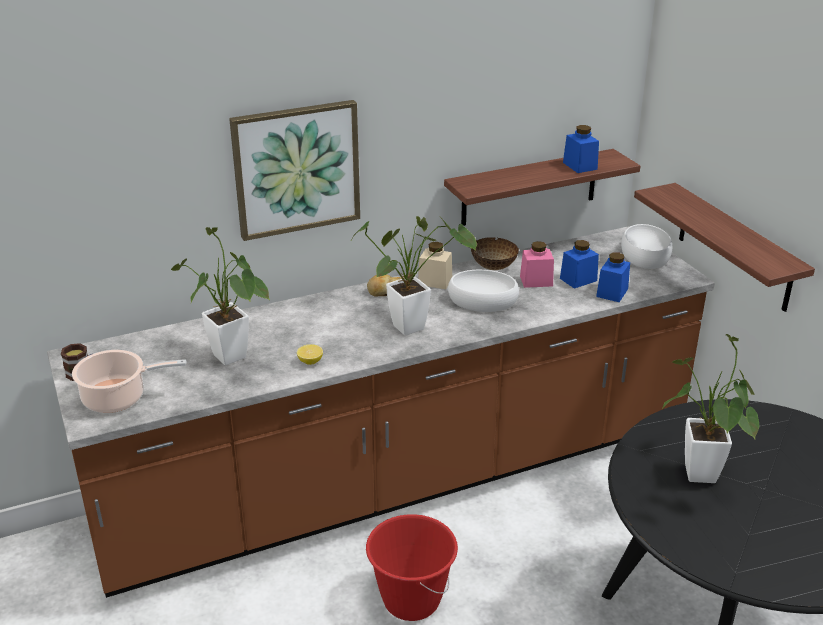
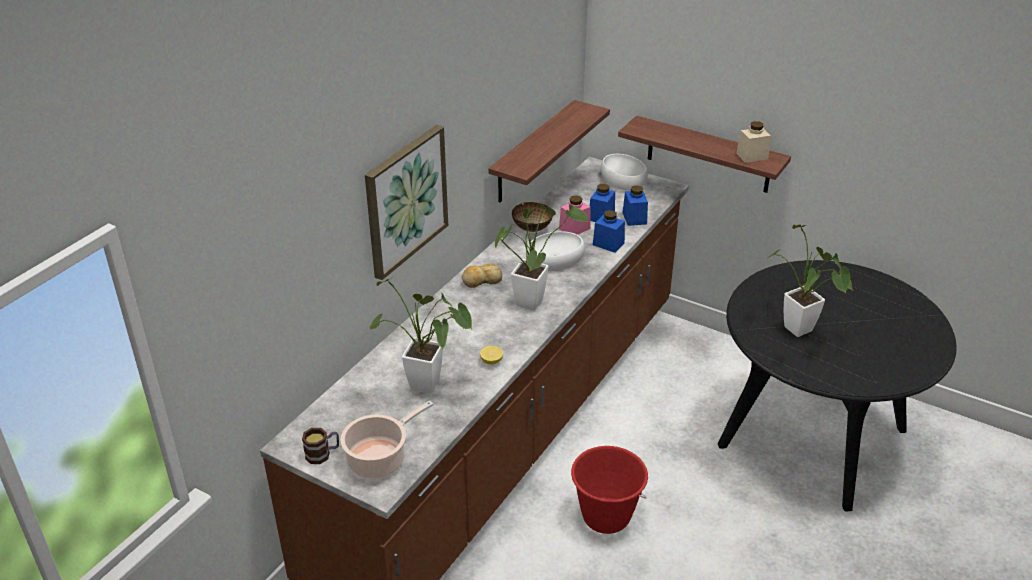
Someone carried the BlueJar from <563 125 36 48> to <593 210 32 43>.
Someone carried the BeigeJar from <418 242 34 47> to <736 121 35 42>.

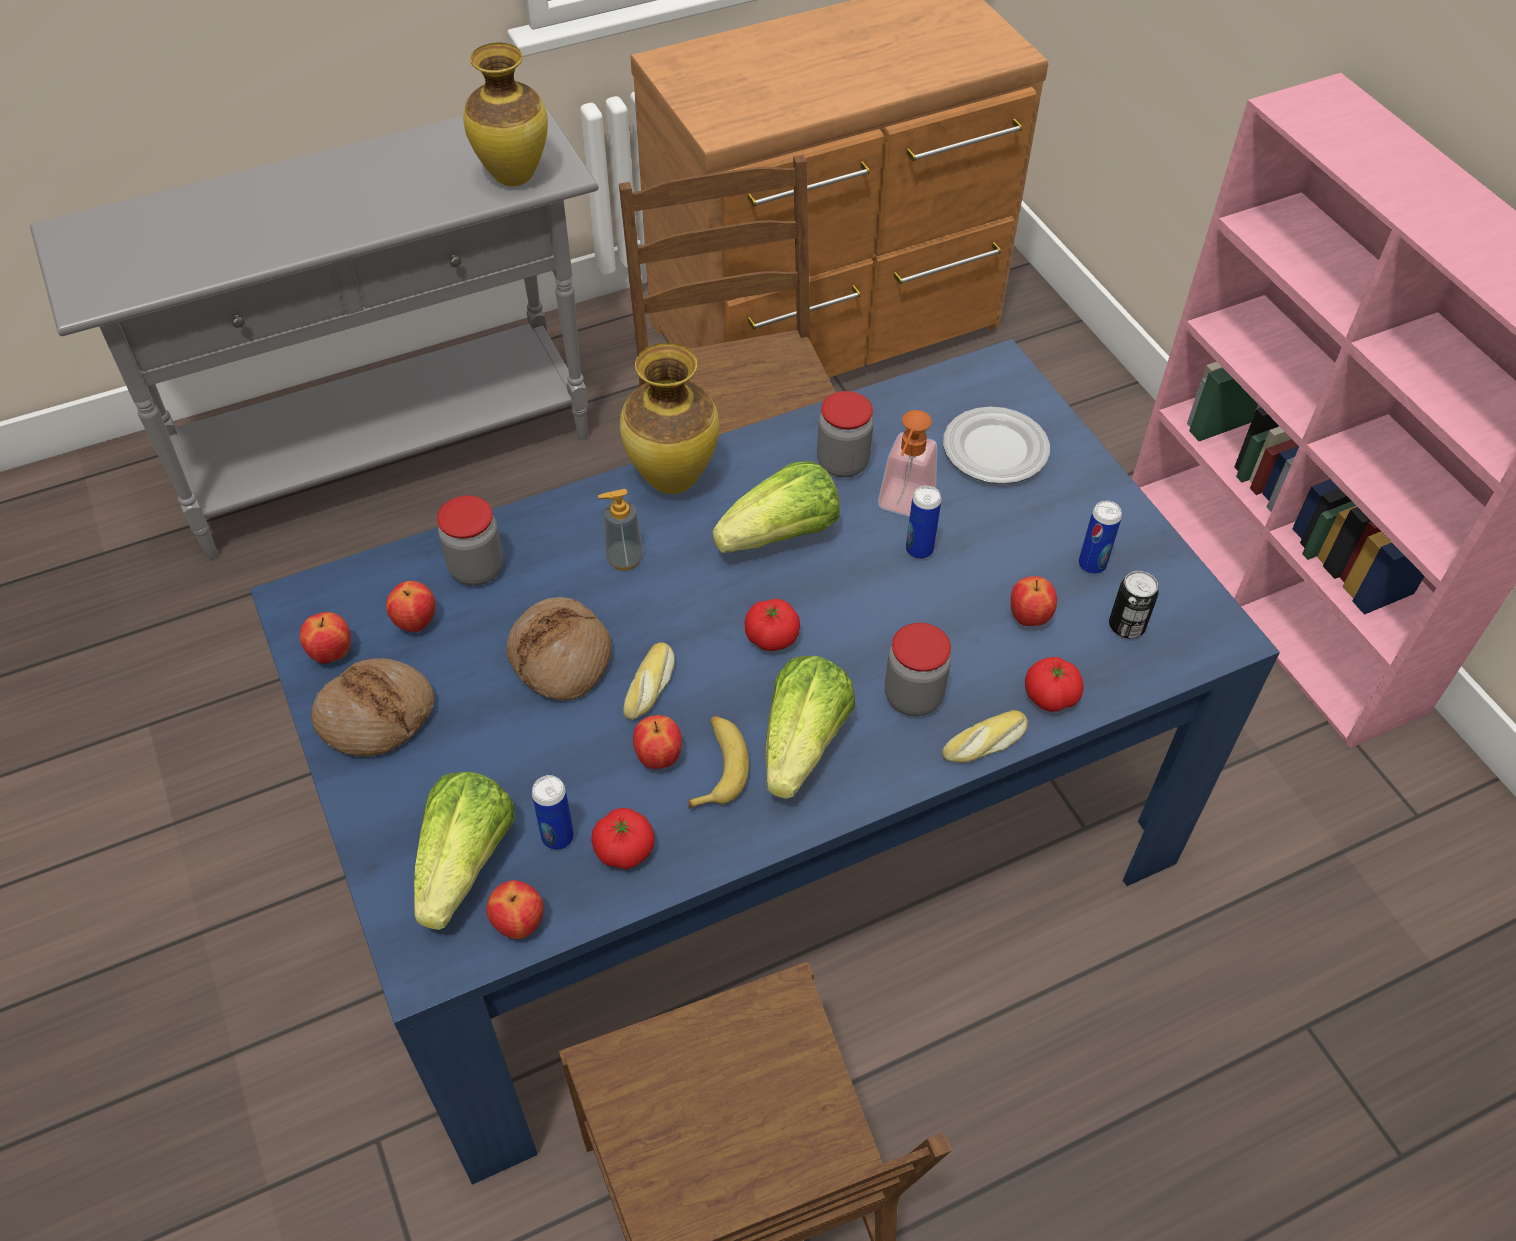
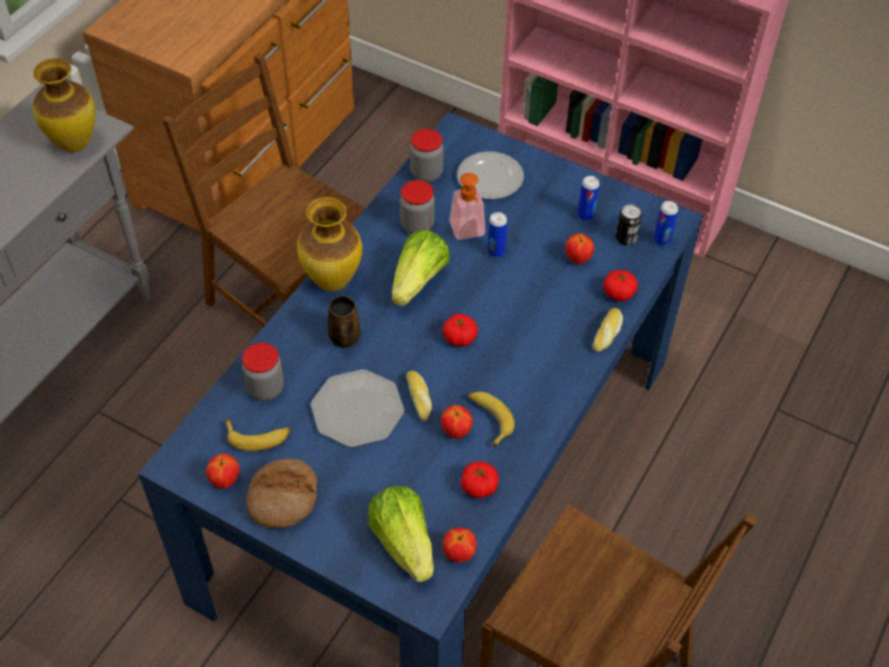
Someone swapped the SoapDispenser at <598 489 45 81> for the BrownMug at <328 295 33 53>.
Someone swapped the Apple at <386 581 50 51> for the Banana at <224 420 67 31>.
Someone swapped the Bread at <506 597 106 103> for the Plate at <311 369 93 78>.
Someone carried the Jar from <885 623 66 93> to <410 129 34 53>.
Someone took away the Lettuce at <765 656 90 143>.
Someone carried the Can from <531 775 43 75> to <654 201 24 45>.

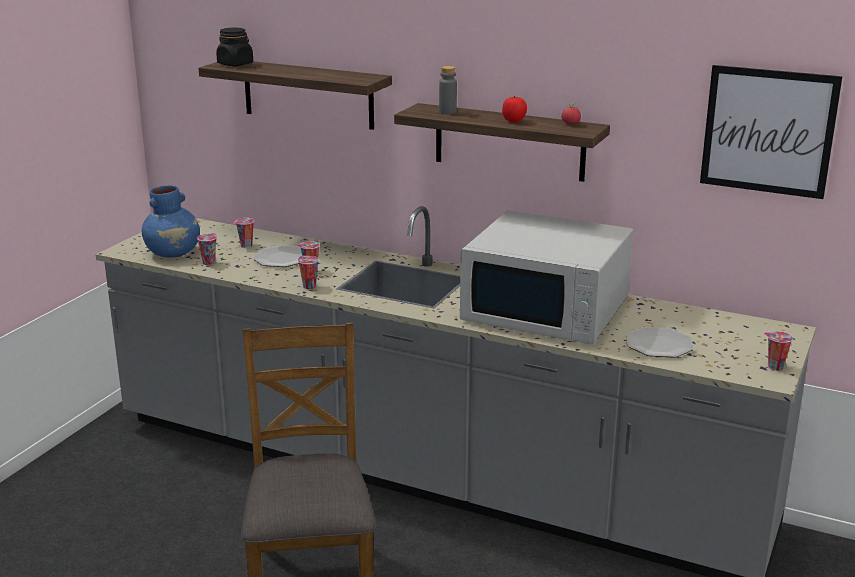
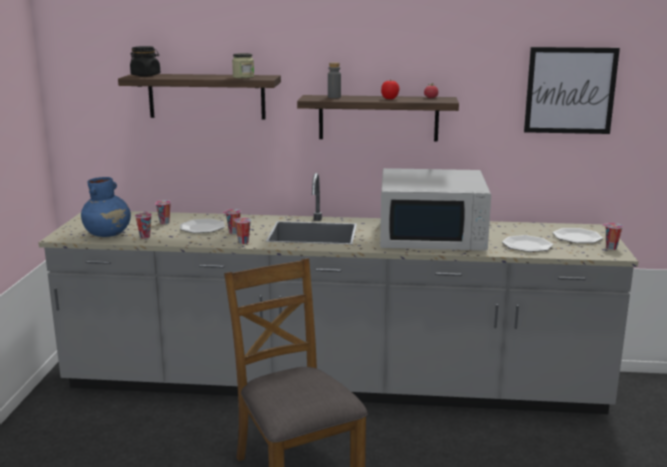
Someone put down the Jar at <232 53 22 26>.
Someone put down the Plate at <553 228 50 15>.

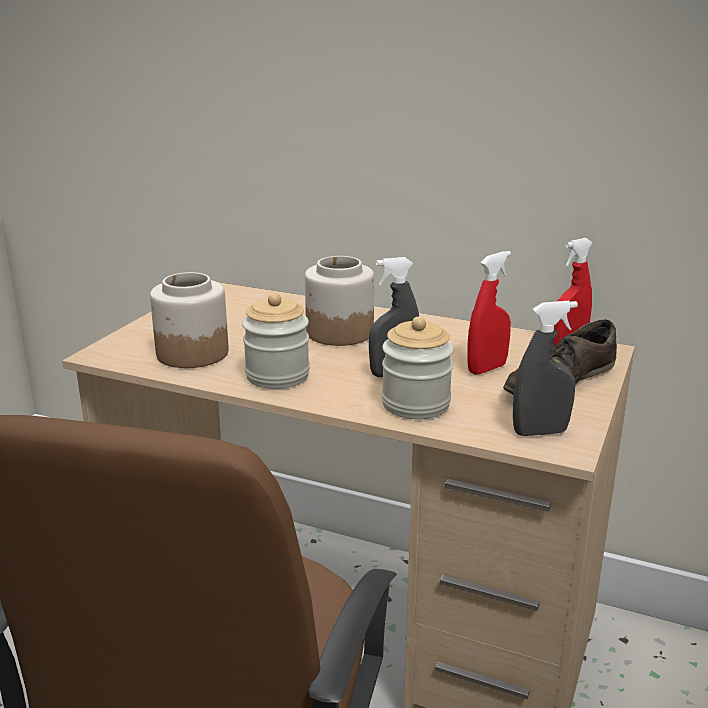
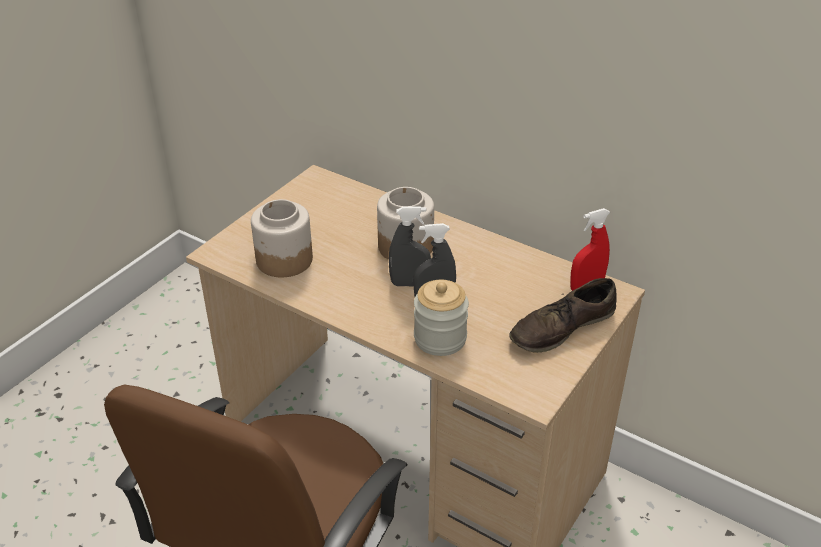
Someone took away the RedSprayBottle at <467 251 44 124>.
Someone took away the Jar at <242 293 68 96>.
Someone carried the GreySprayBottle from <513 301 65 135> to <389 206 42 80>.

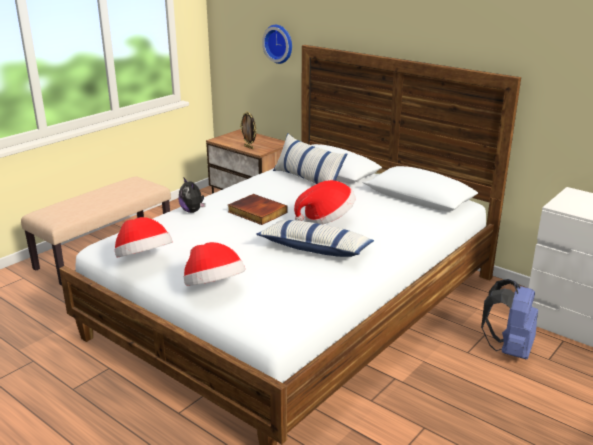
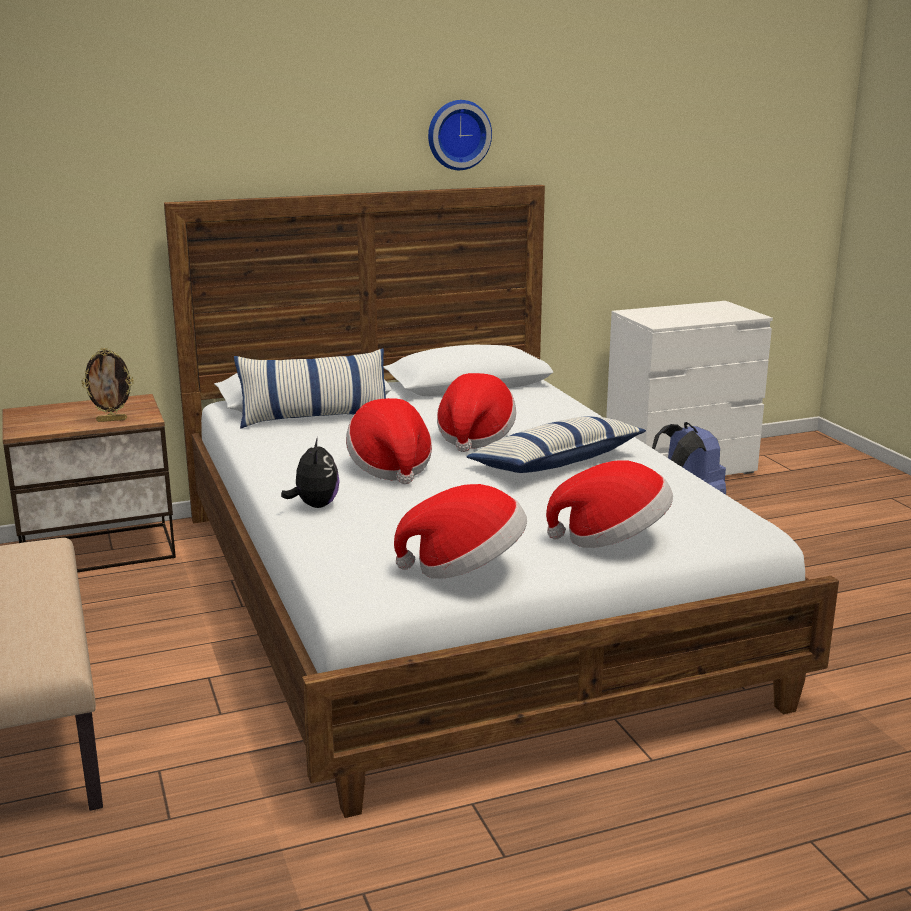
Someone carried the WallClock from <262 25 30 39> to <428 100 64 70>.
Someone rotated the PlushToy at <179 178 26 35> by 90 degrees counterclockwise.
Someone swapped the Book at <228 194 60 31> for the Hat at <346 398 86 86>.

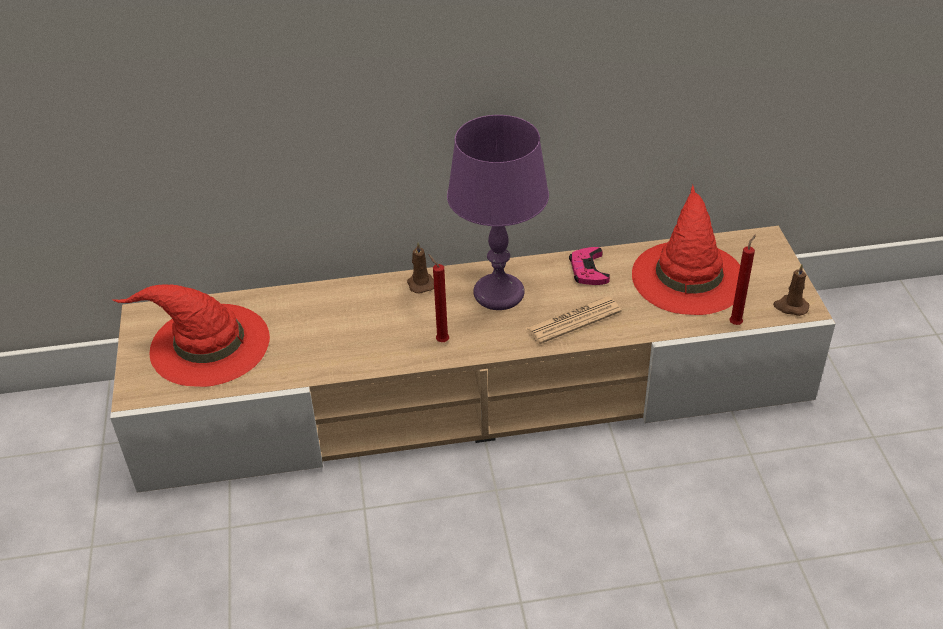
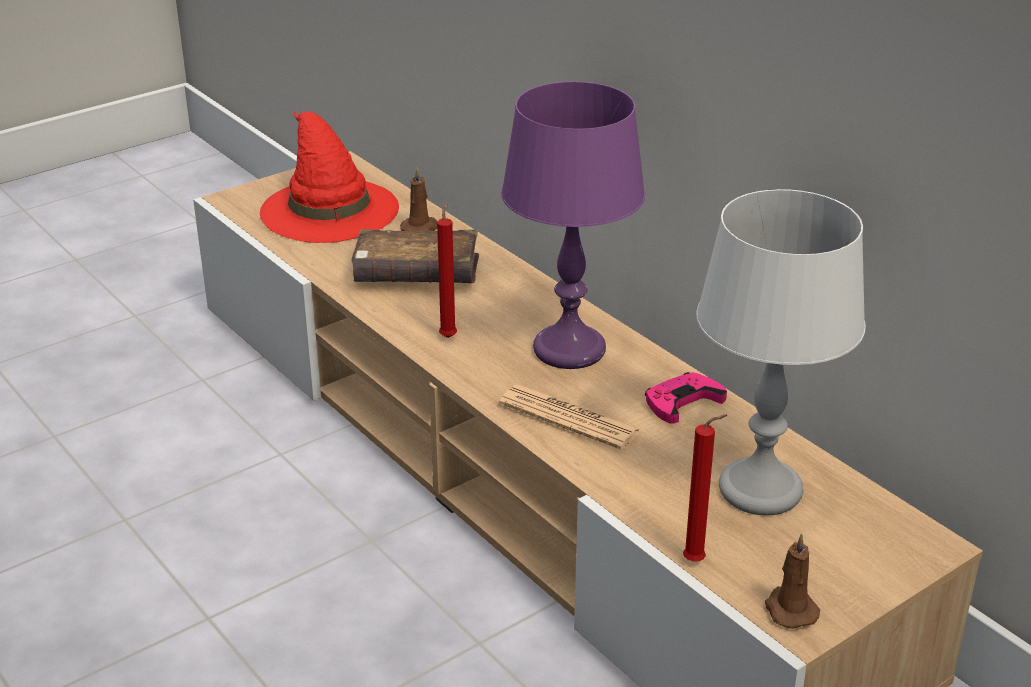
Someone swapped the RedHat at <632 185 108 130> for the GreyTableLamp at <696 189 170 327>.
Someone carried the BrownCandle from <407 242 27 52> to <400 167 37 64>.
Someone put down the BrownBook at <351 229 128 54>.

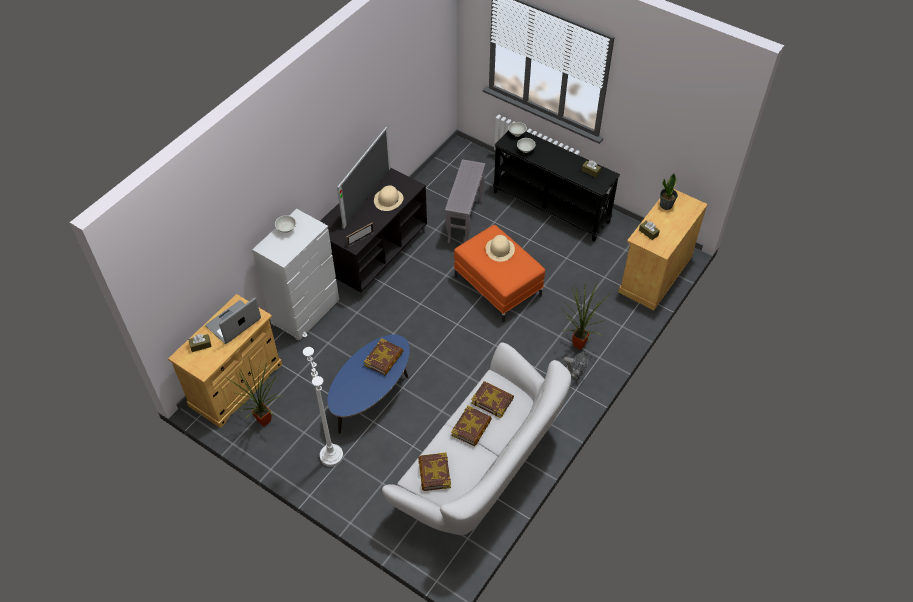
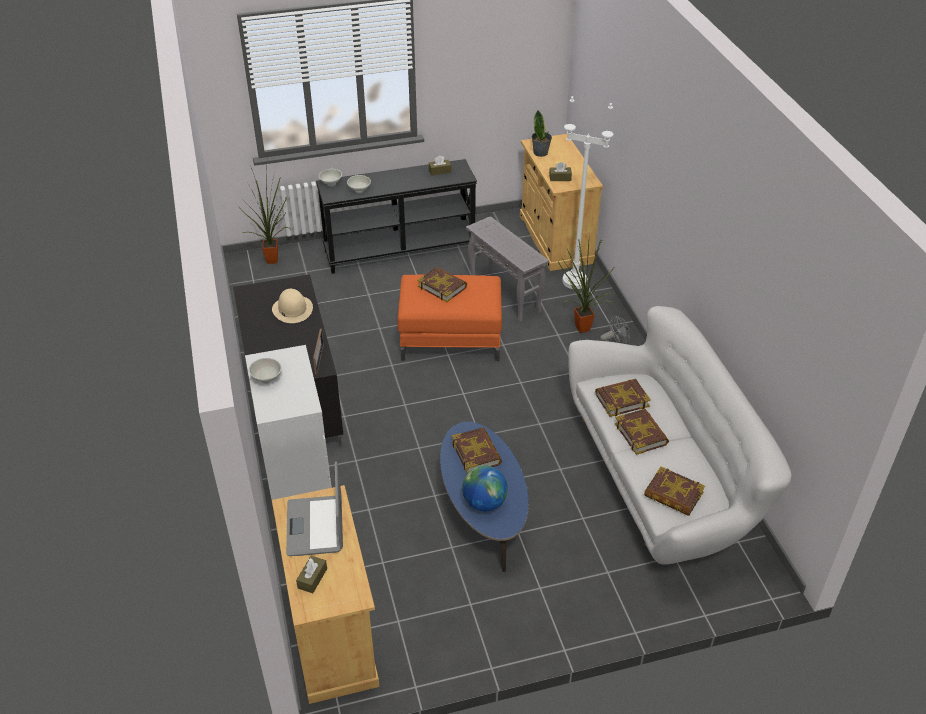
Someone took away the Television at <337 126 53 103>.
Someone carried the GreySideTable from <445 159 40 84> to <466 216 83 106>.
Someone swapped the BeigeHat at <486 235 29 27> for the Book at <417 267 50 35>.
Someone carried the WhiteFloorLamp from <302 332 41 135> to <562 96 52 193>.
Someone carried the PottedPlant from <226 356 54 71> to <238 168 53 96>.
Someone put down the Globe at <462 466 46 45>.

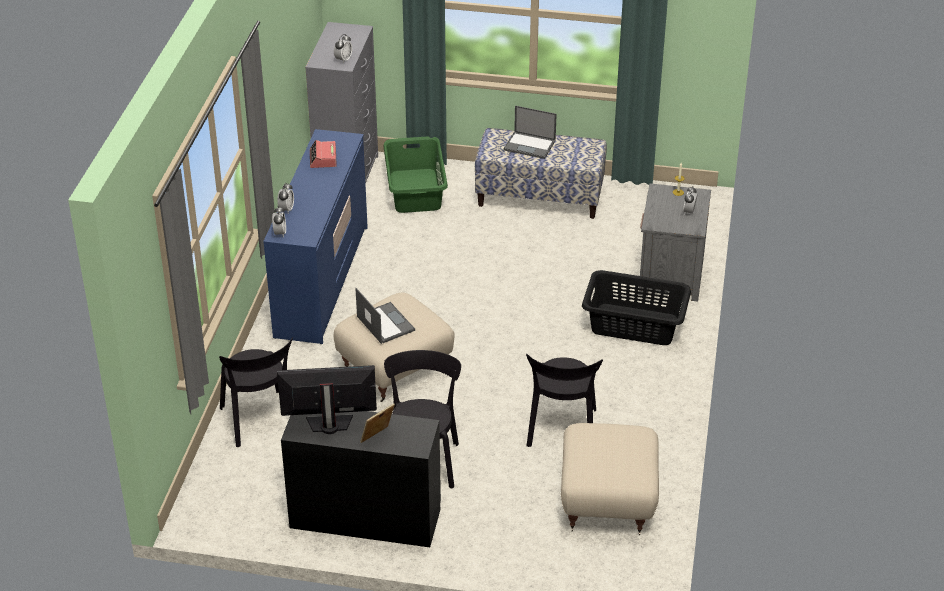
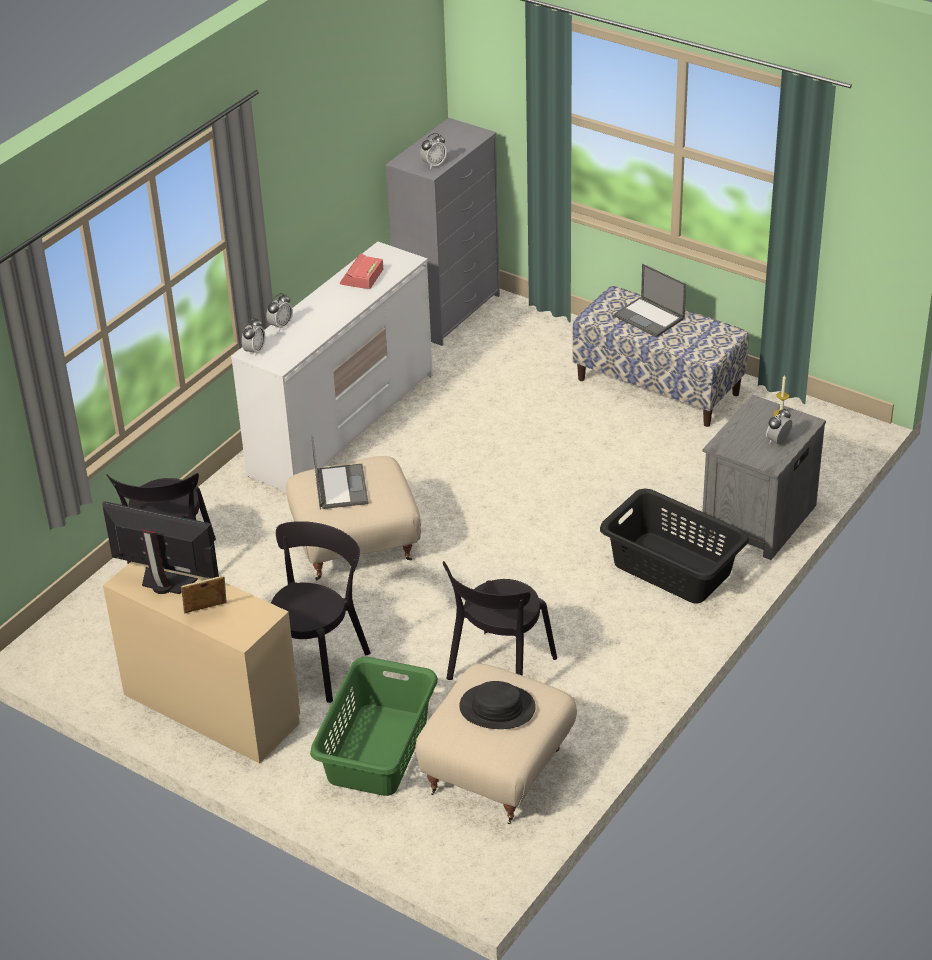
Someone repainted the BlueDresser at <263 129 105 215>, which became the WhiteDresser at <231 242 202 251>.
Someone carried the GreenLaundryBasket from <383 136 65 77> to <310 657 128 139>.
Someone repainted the BlackDesk at <281 411 160 136>, which became the BeigeDesk at <103 562 197 202>.
Someone put down the BlackHat at <459 681 77 48>.

